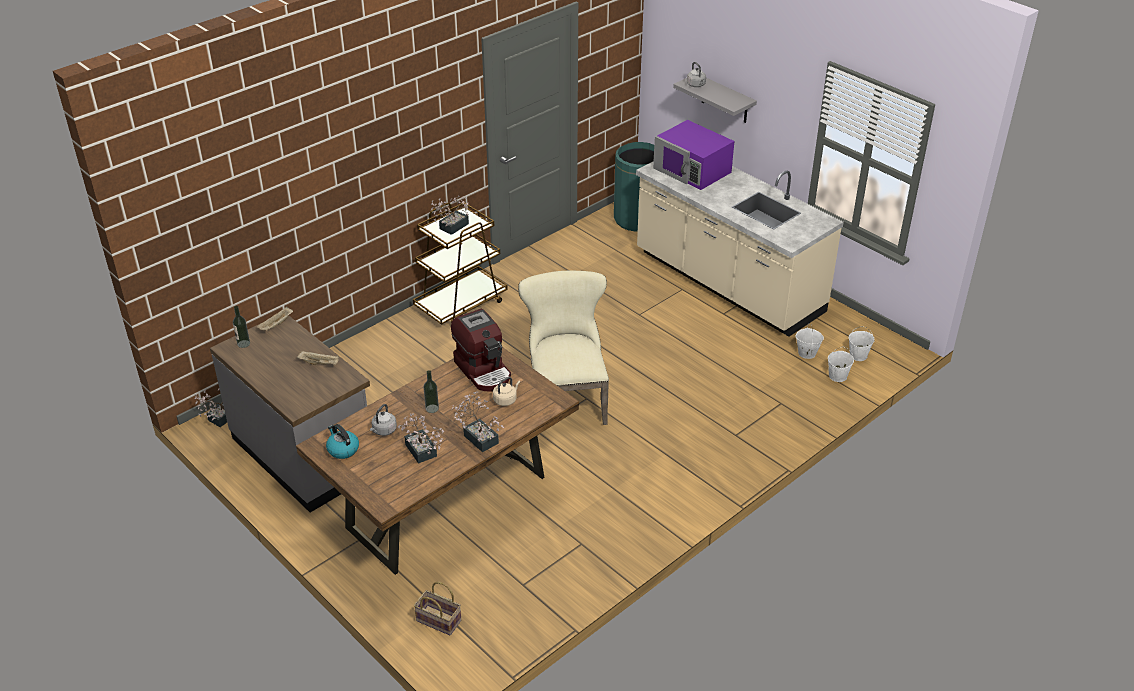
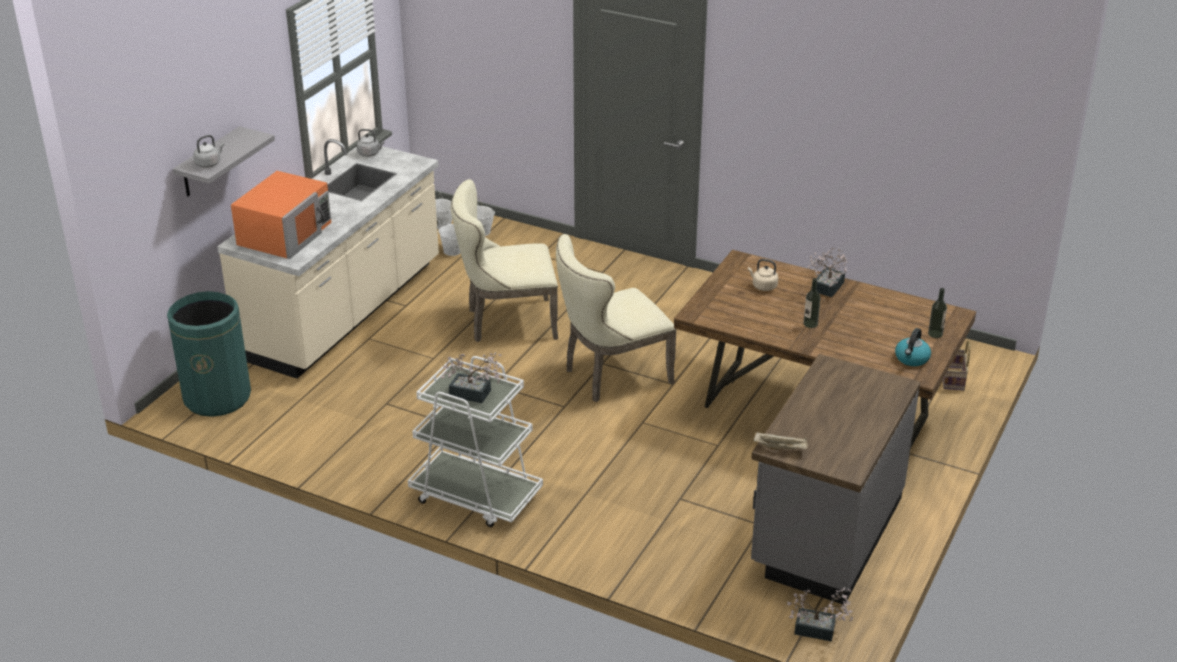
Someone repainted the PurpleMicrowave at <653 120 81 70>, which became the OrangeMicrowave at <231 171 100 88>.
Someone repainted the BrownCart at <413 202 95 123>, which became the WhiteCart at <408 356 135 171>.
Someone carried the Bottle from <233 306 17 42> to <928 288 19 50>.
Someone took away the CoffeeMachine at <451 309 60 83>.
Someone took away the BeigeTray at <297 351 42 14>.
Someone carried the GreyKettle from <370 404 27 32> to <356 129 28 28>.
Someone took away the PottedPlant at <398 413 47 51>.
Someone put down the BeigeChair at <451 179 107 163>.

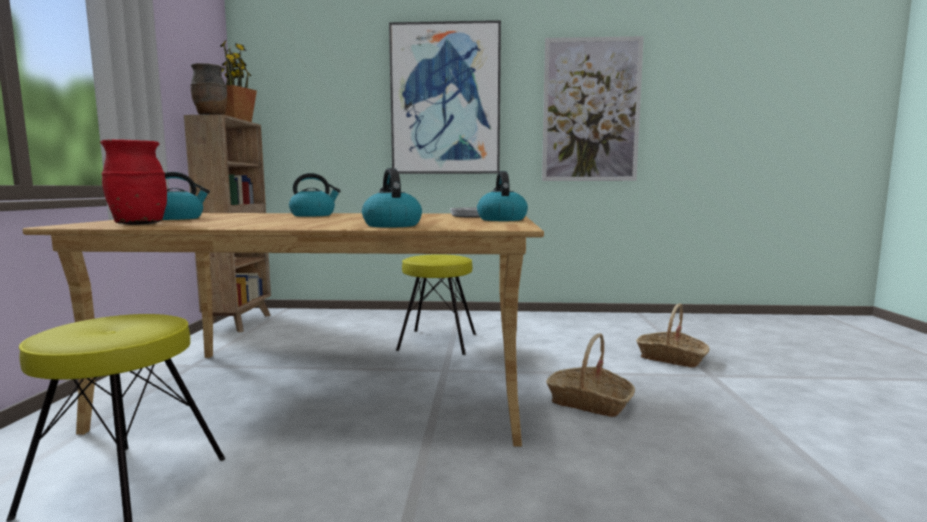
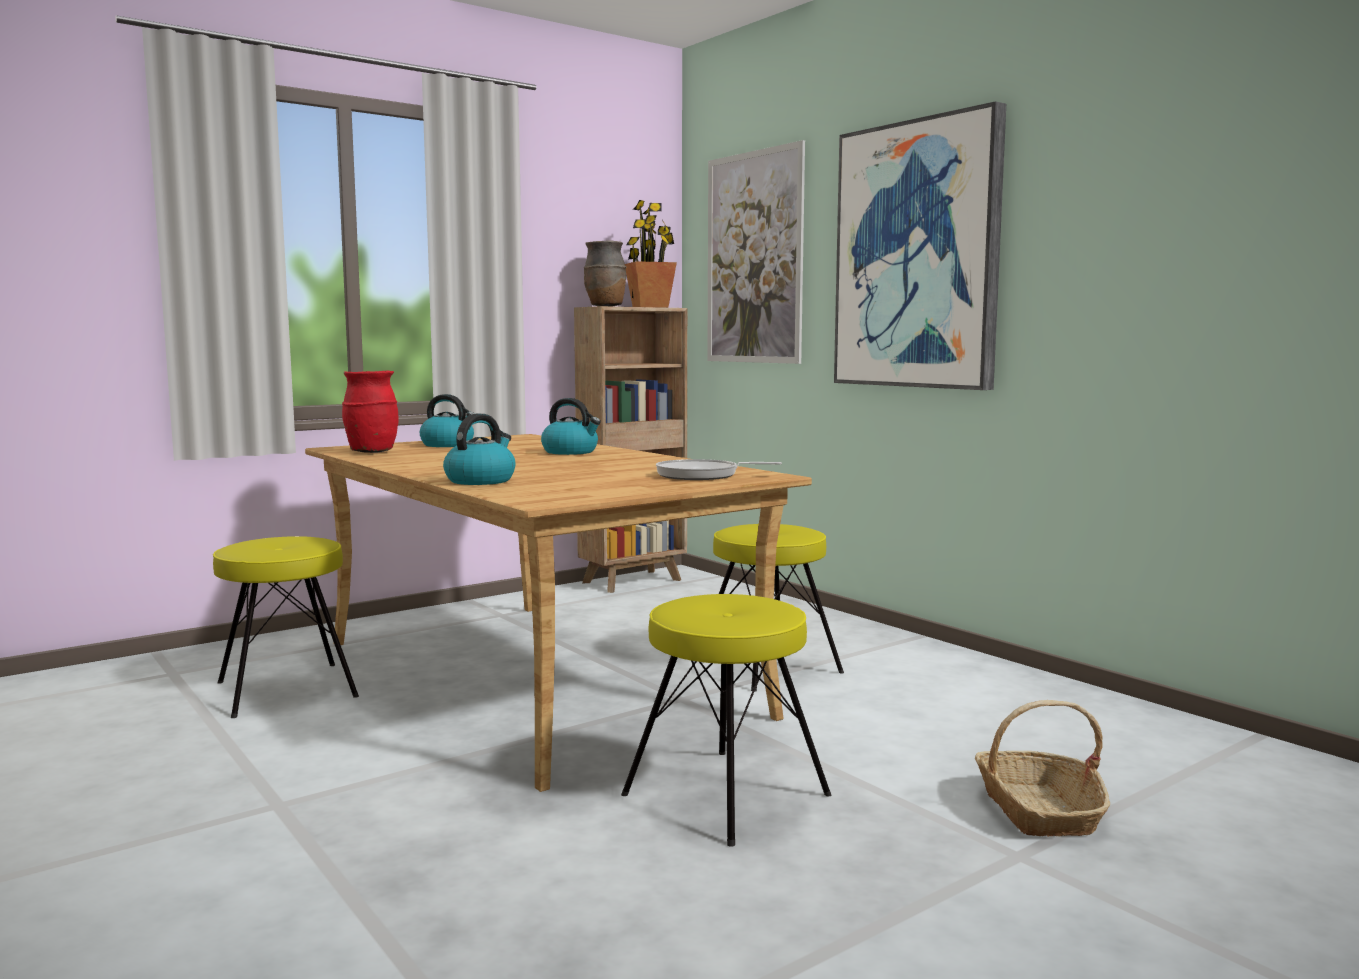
Someone carried the Picture from <542 36 102 145> to <707 140 98 224>.
Someone took away the Kettle at <477 171 51 50>.
Someone swapped the Basket at <546 333 89 84> for the YellowStool at <621 594 210 253>.

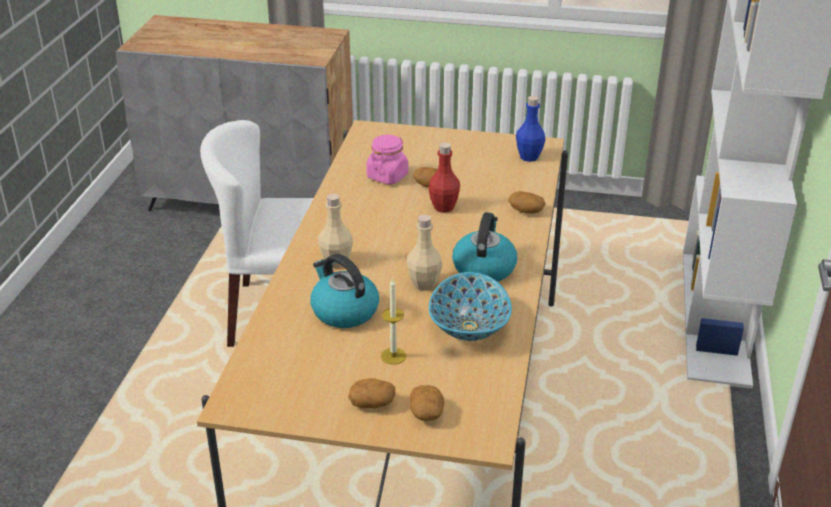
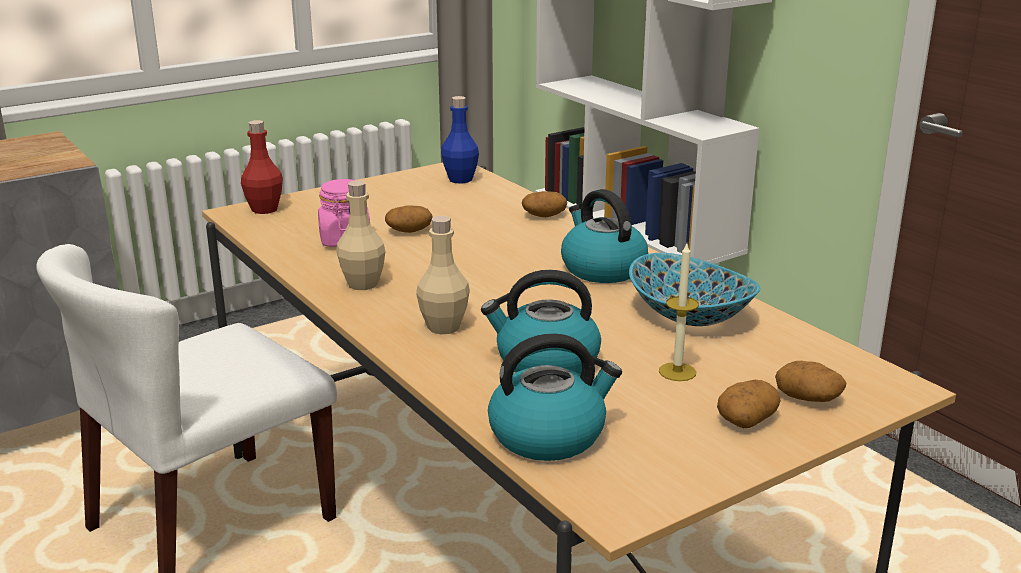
Someone carried the RedBottle from <428 142 32 71> to <241 120 42 94>.
Someone carried the BeigeBottle from <406 215 36 76> to <336 181 49 109>.
Someone put down the Kettle at <488 333 134 128>.

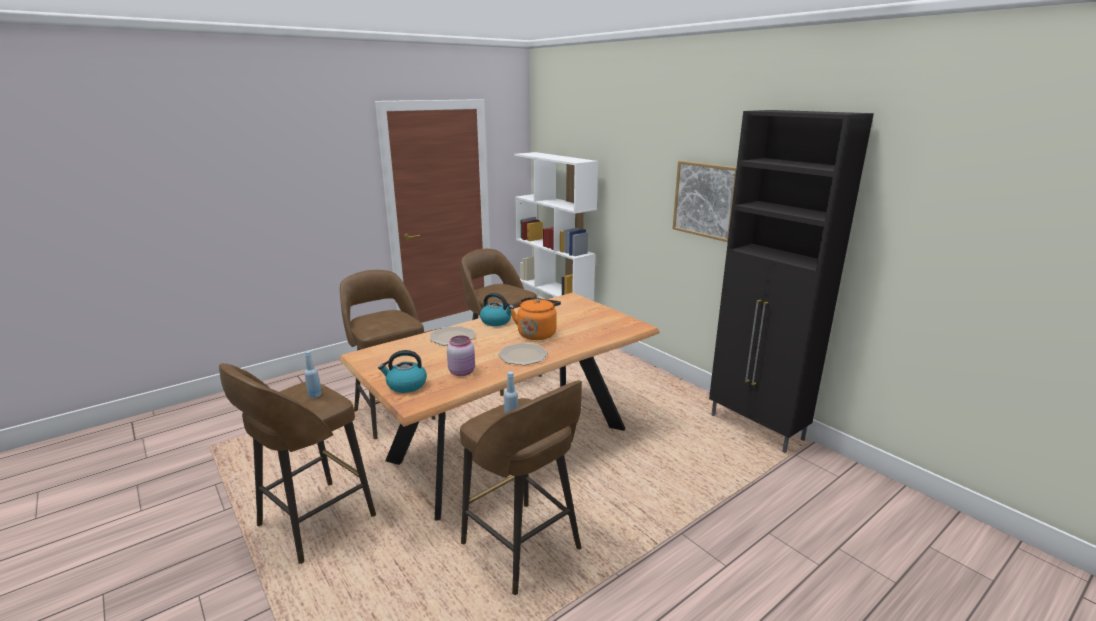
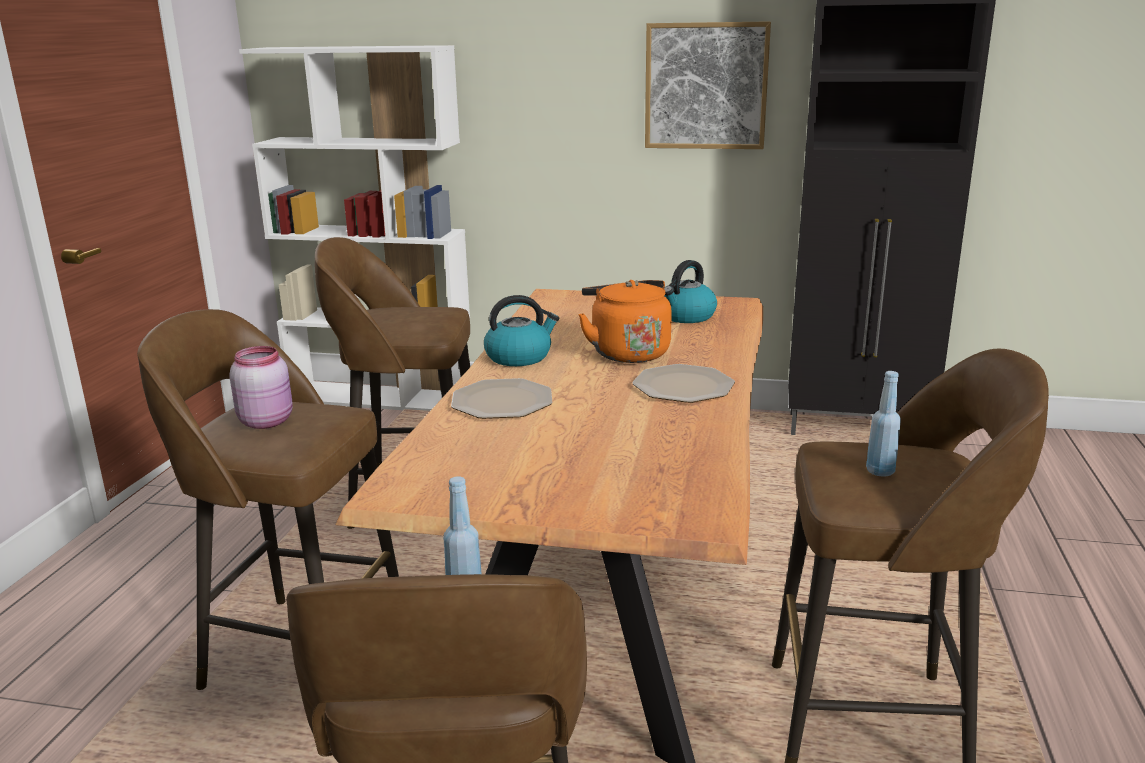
Someone carried the PinkJar from <447 335 28 41> to <229 346 63 83>.
Someone carried the Kettle from <378 350 49 43> to <664 260 53 63>.

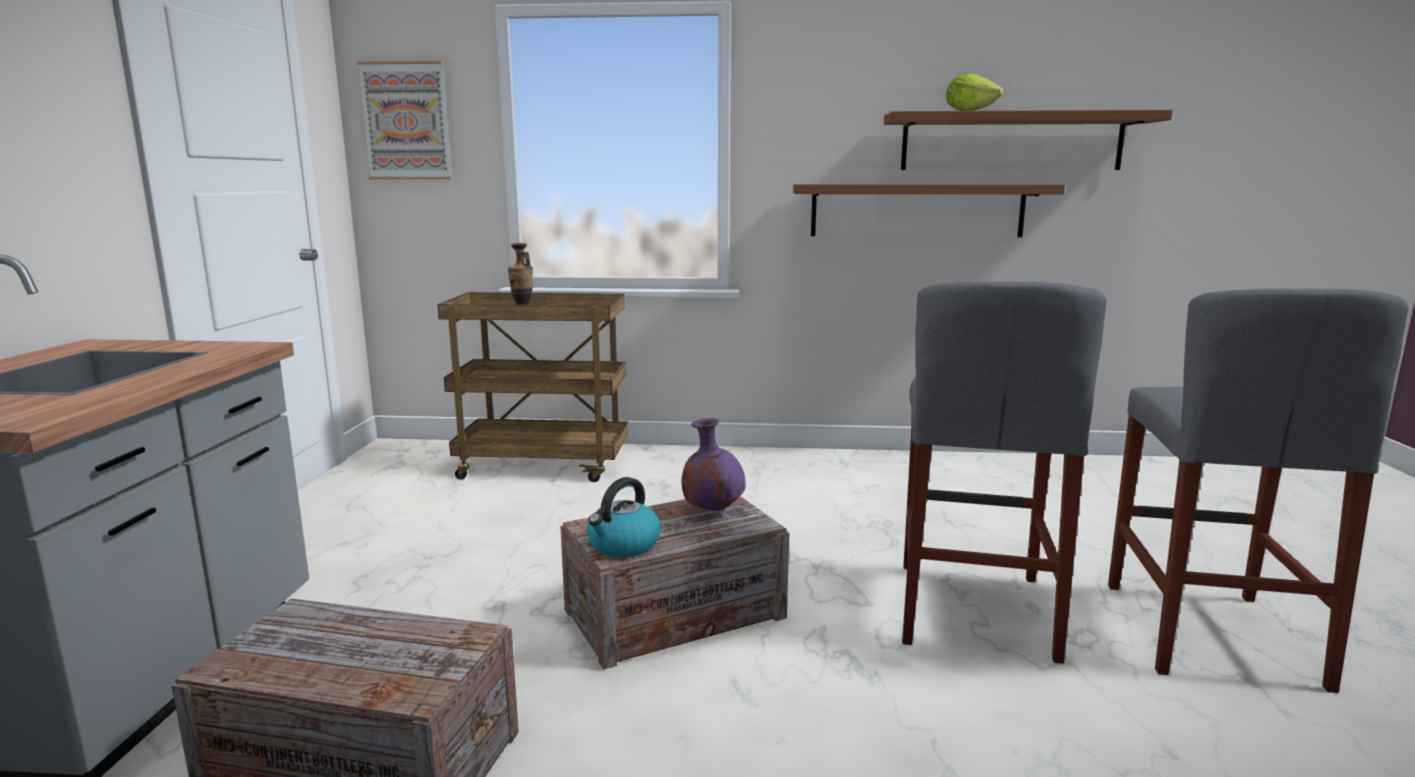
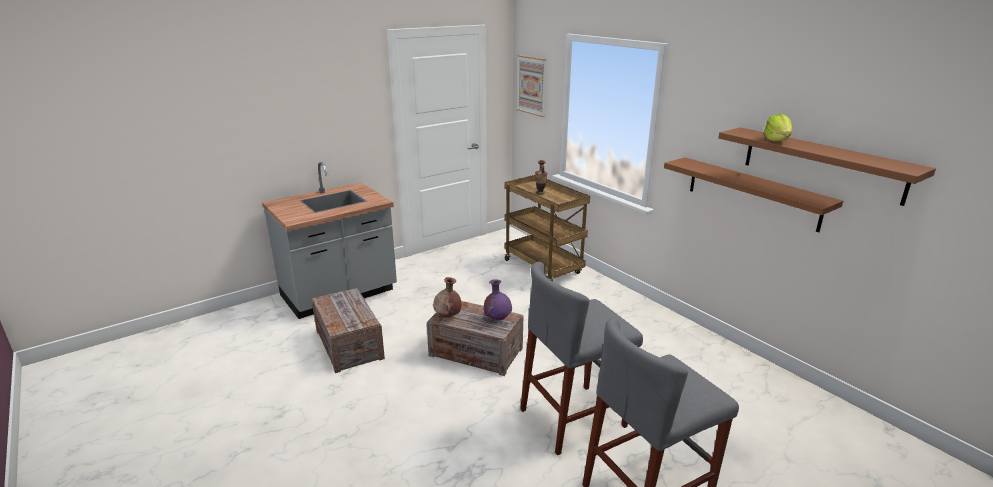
Someone swapped the Kettle at <587 477 74 80> for the BrownVase at <433 277 29 41>.

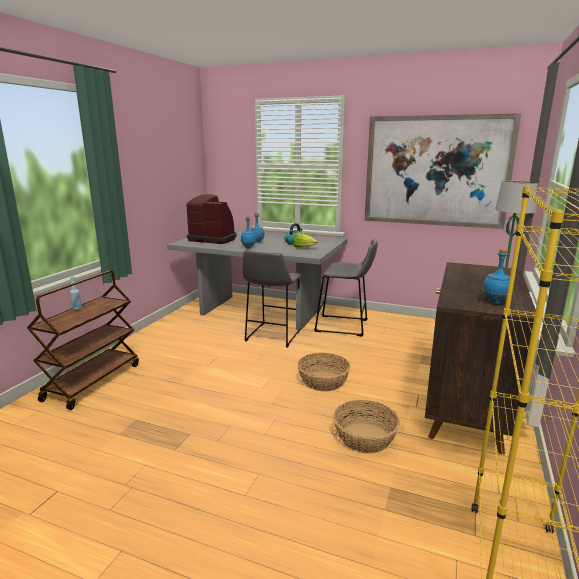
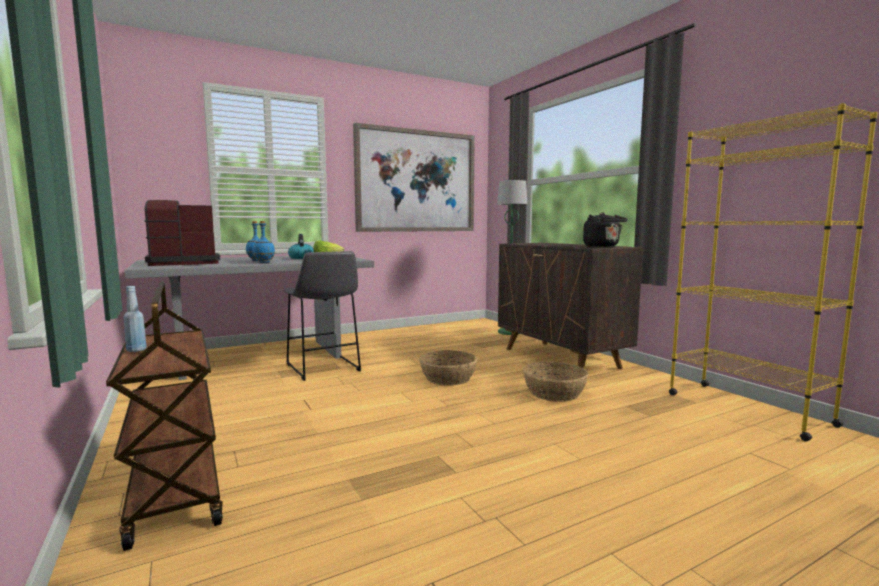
Someone took away the GreyStool at <314 239 64 98>.
Someone swapped the BlueBottle at <483 249 27 55> for the BlackKettle at <583 212 45 35>.

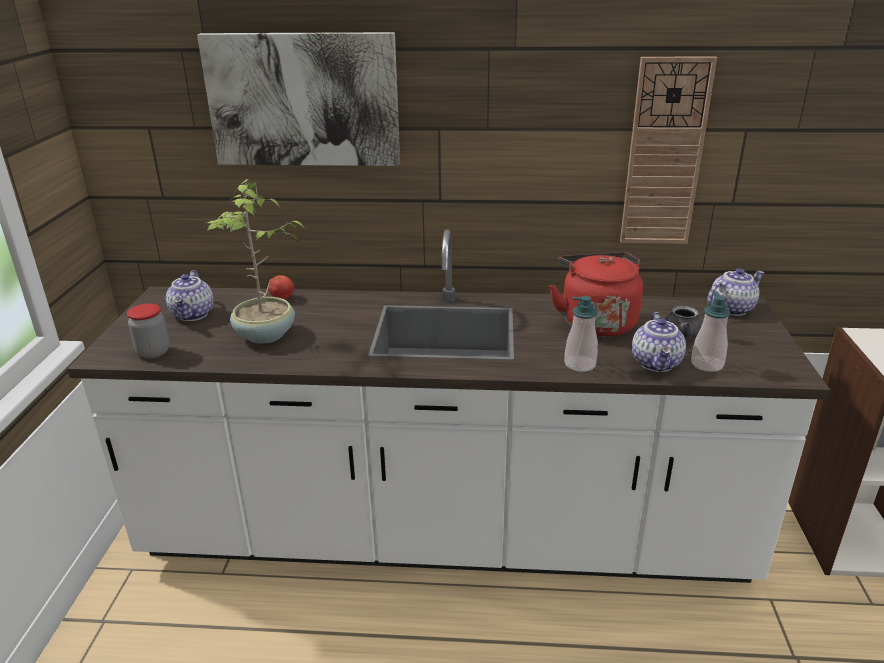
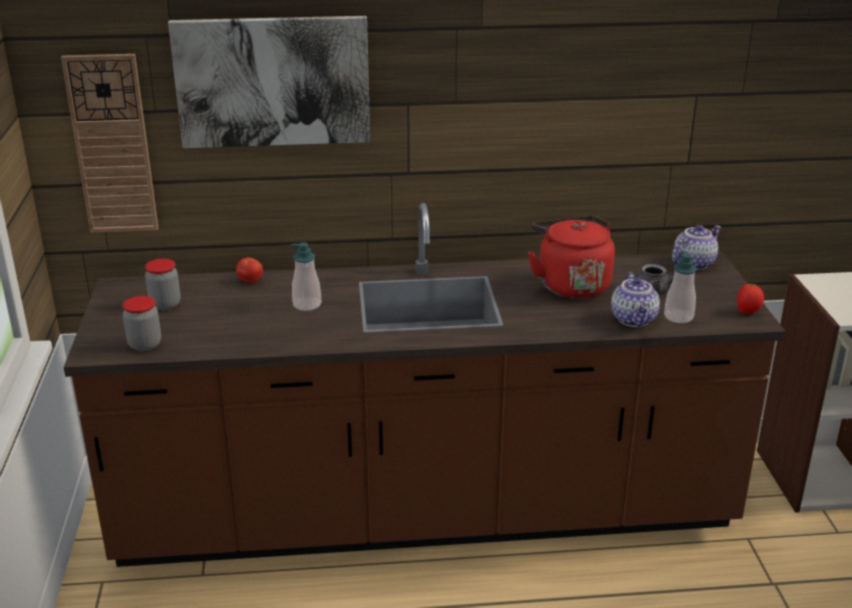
Someone carried the WallClock from <620 57 97 187> to <61 54 97 179>.
Someone took away the PottedPlant at <207 179 99 165>.
Someone repainted the WhiteCounter at <67 229 763 354>, which became the BrownCounter at <64 203 722 364>.
Someone swapped the Teapot at <166 270 48 51> for the Jar at <145 258 36 52>.
Someone carried the SoapDispenser from <564 296 34 76> to <291 242 30 69>.
Someone put down the Tomato at <737 284 27 29>.

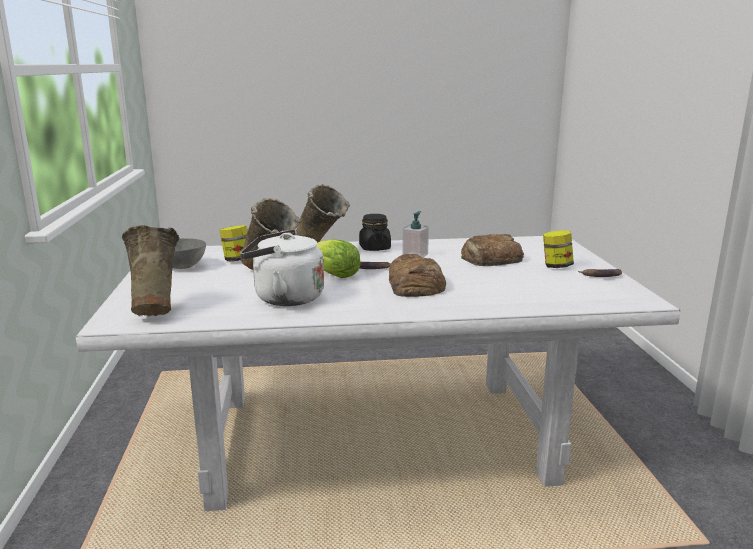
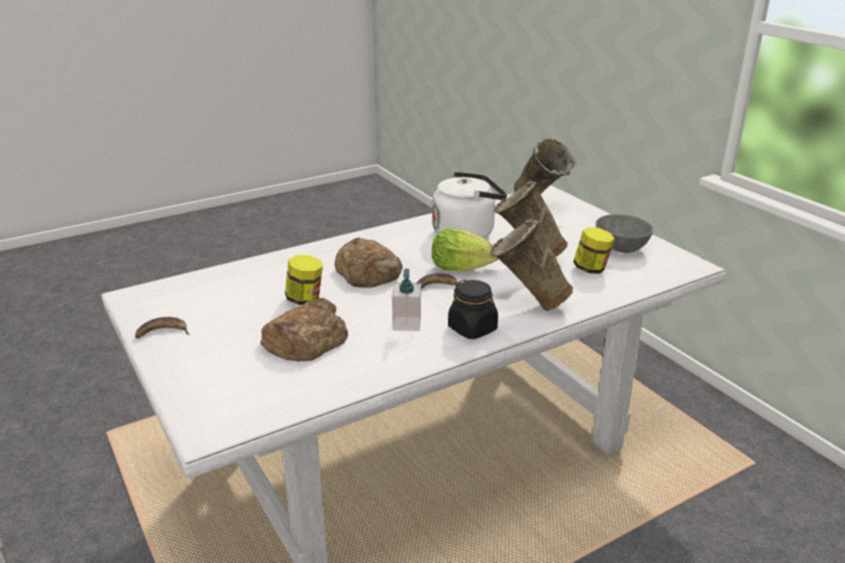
Someone carried the Jar from <543 230 31 38> to <285 255 38 50>.

